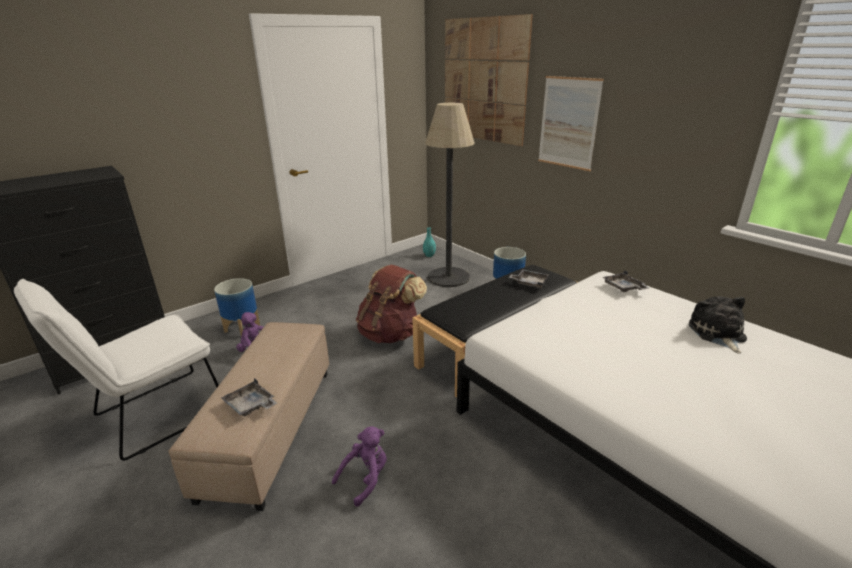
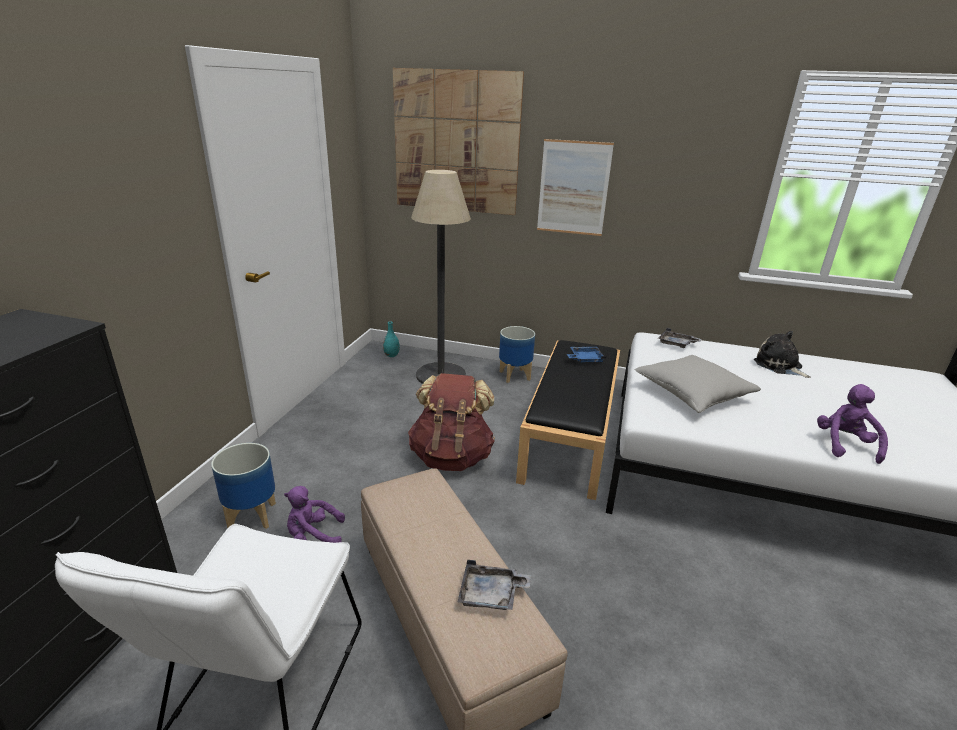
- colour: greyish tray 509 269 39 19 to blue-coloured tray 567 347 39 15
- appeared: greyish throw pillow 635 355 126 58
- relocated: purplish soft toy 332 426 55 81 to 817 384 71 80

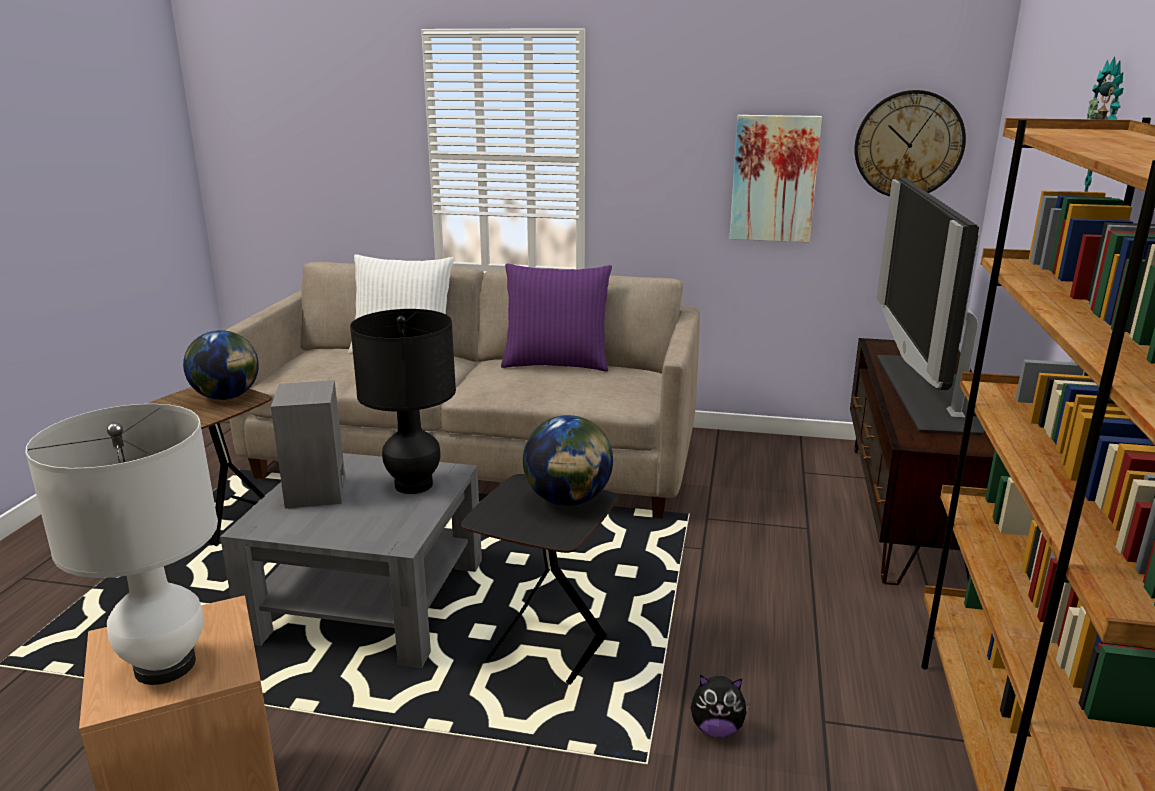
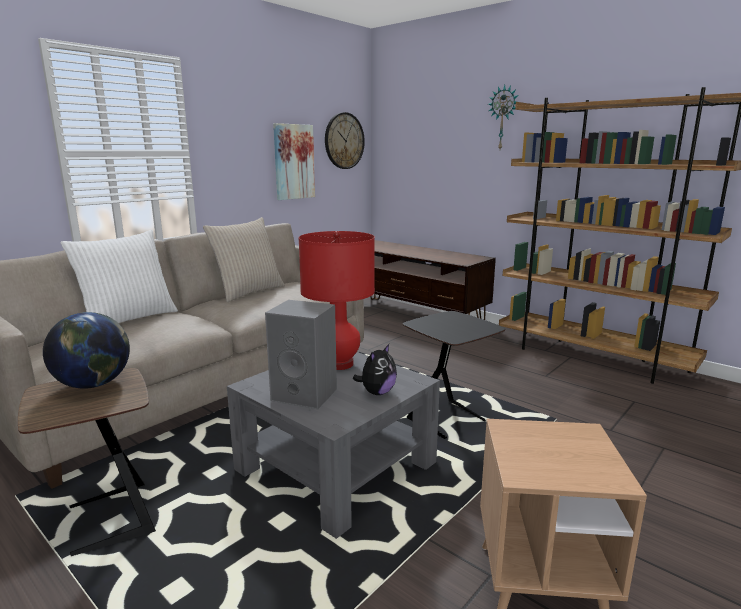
- colour: purplish throw pillow 501 264 111 108 to beige-coloured throw pillow 203 217 82 85
- colour: black tabletop lamp 350 309 106 185 to reddish tabletop lamp 299 231 76 139
- relocated: soft toy 691 675 59 62 to 353 344 44 51
- missing: white tabletop lamp 25 404 193 281
- missing: world globe 523 415 90 91
- missing: TV 877 178 108 257

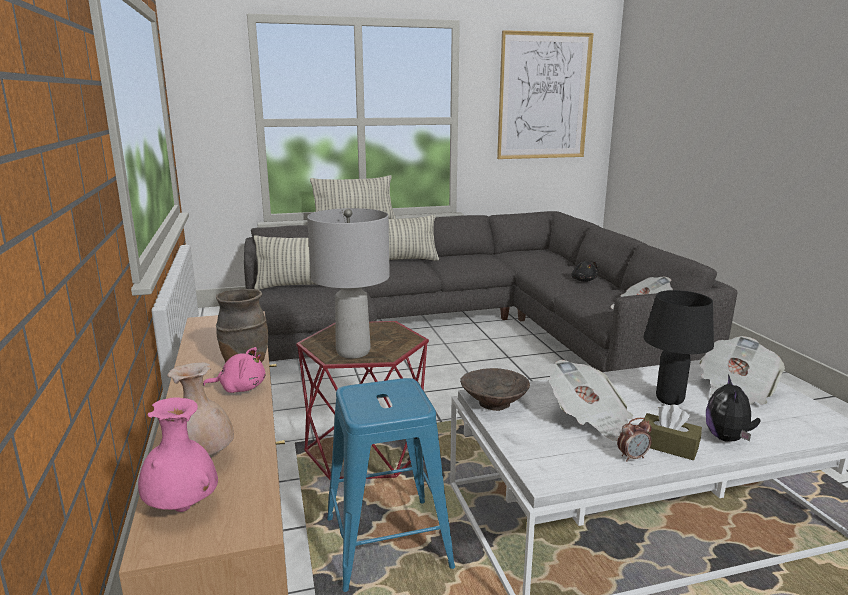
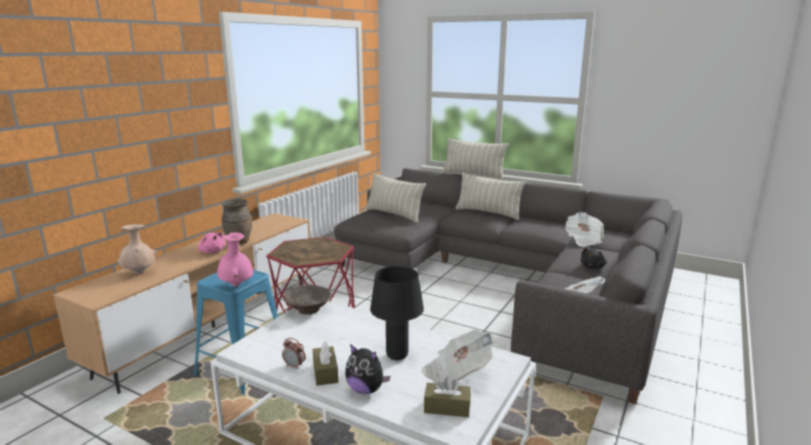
- relocated: pink-coloured vase 138 397 80 115 to 217 232 36 54
- spun: soft toy 706 375 55 67 = 345 344 45 50 120 degrees counterclockwise
- appeared: brown box of tissues 424 376 47 41
- relocated: printed paper 549 360 84 81 to 564 212 40 35
- missing: greyish tabletop lamp 307 208 83 150
- missing: picture 497 30 97 129

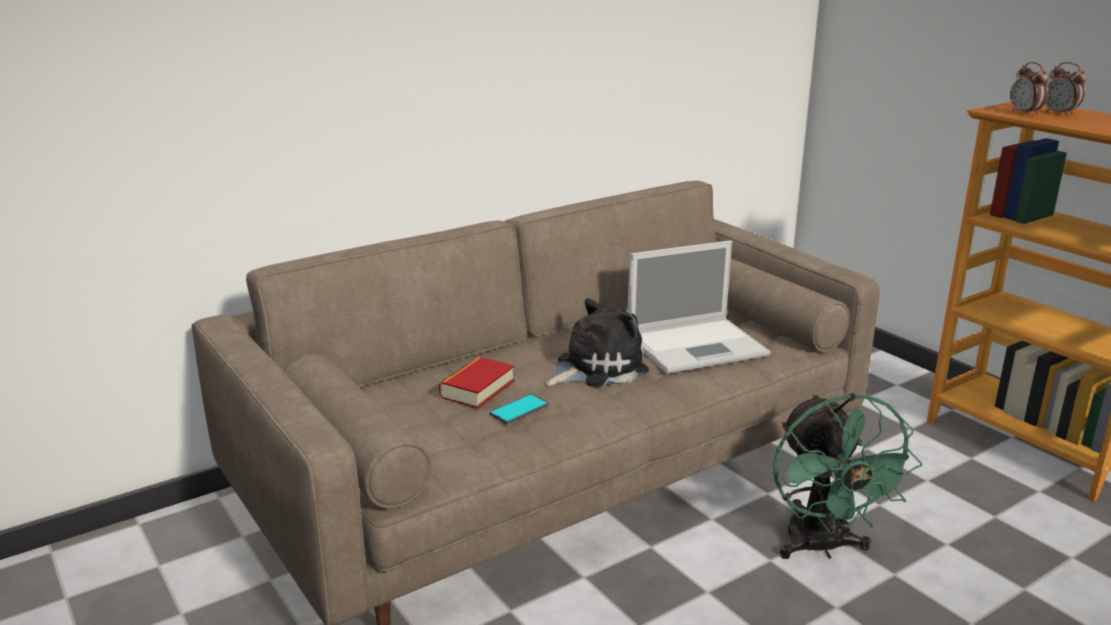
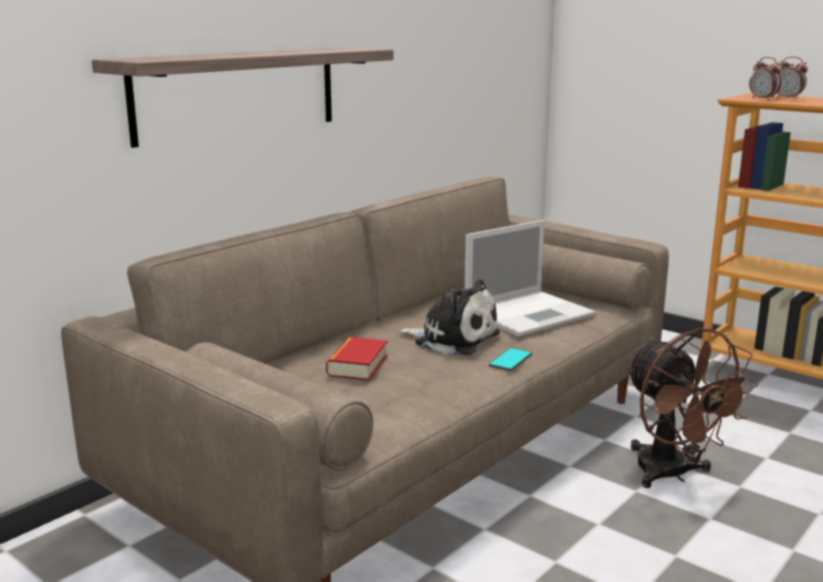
- appeared: bracket shelf 92 48 302 100
- spun: soft toy 546 298 103 89 = 399 279 101 76 75 degrees clockwise
- relocated: telephone 490 394 59 30 to 489 348 43 23
- colour: green-coloured cooling fan 773 393 149 166 to brown cooling fan 626 328 132 160

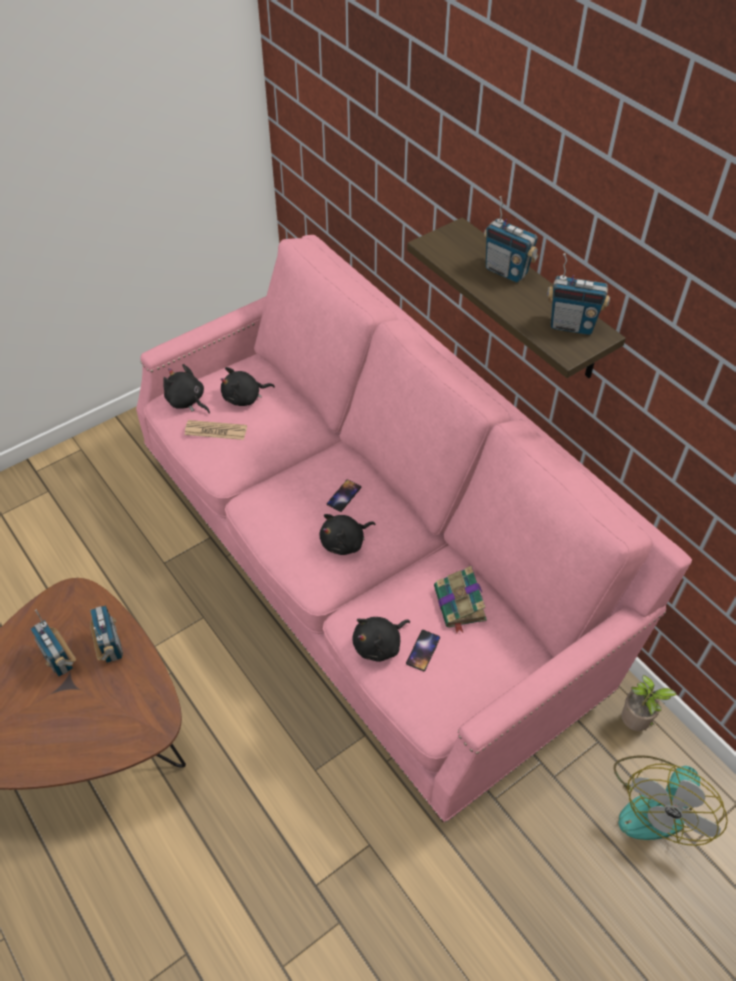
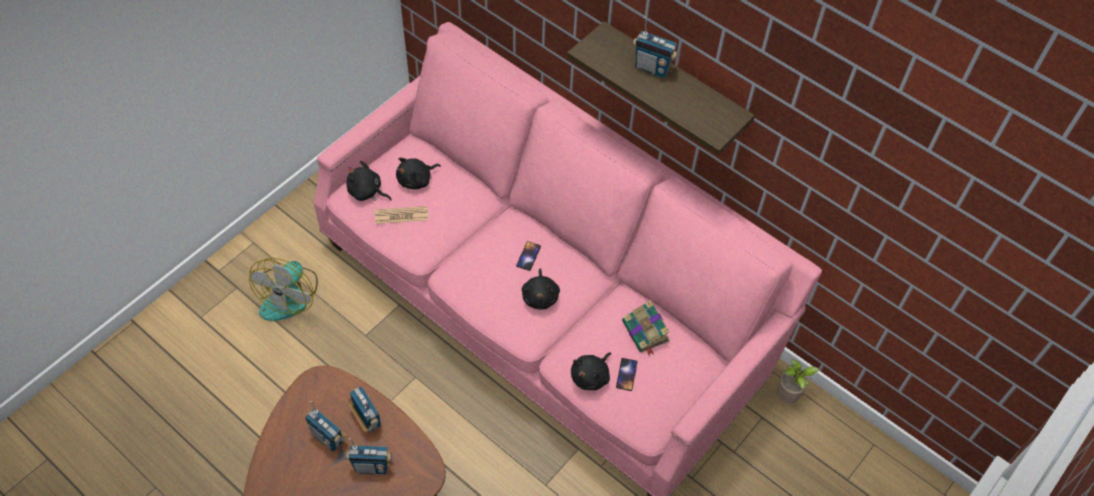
- relocated: cooling fan 614 755 114 91 to 249 258 69 63
- relocated: radio set 547 253 63 82 to 346 438 46 37
- spun: black soft toy 319 514 56 41 = 522 268 38 42 45 degrees counterclockwise

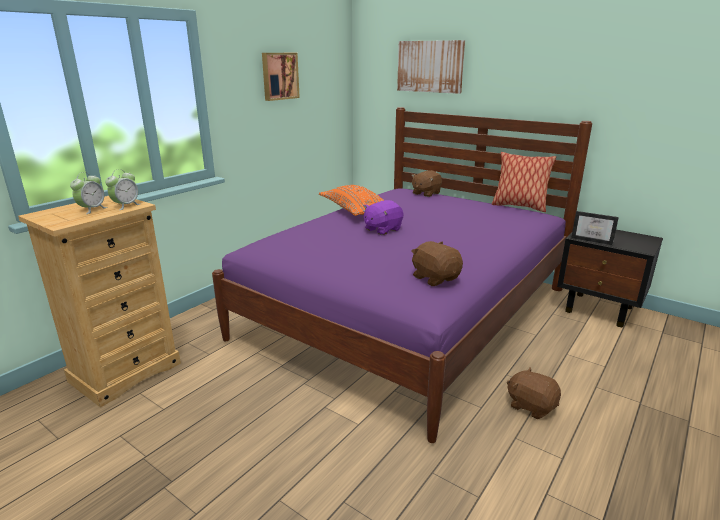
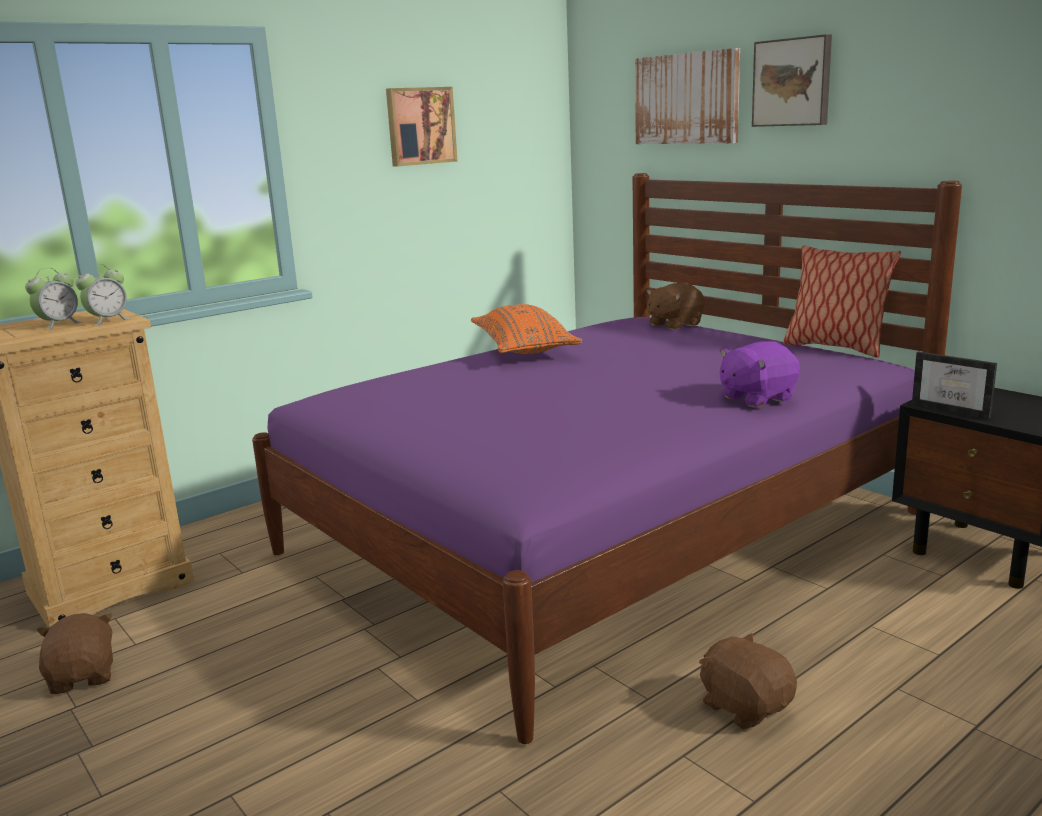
- relocated: brown soft toy 411 241 52 45 to 37 613 76 81
- relocated: purplish soft toy 364 200 40 35 to 720 341 80 66
- appeared: picture 752 34 80 93

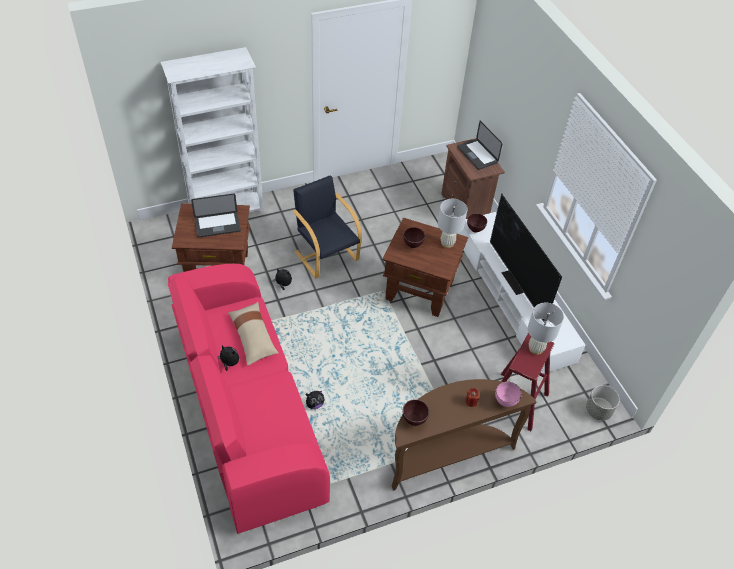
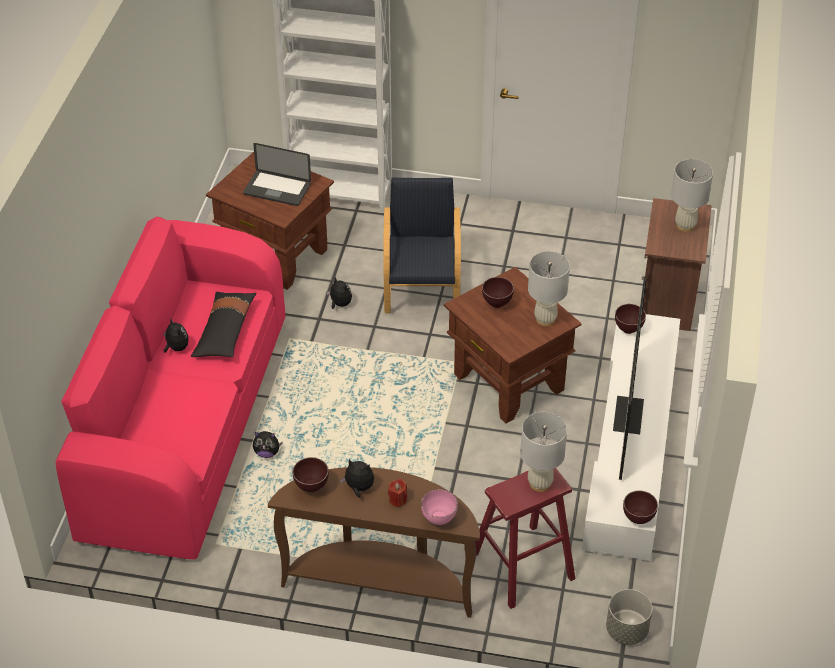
- colour: beige-coloured throw pillow 228 302 50 64 to black throw pillow 191 292 65 65
- appeared: soft toy 340 459 34 39
- appeared: brown serving bowl 623 491 35 33
- exchanged: portable computer 457 121 45 49 to white tabletop lamp 671 159 42 73

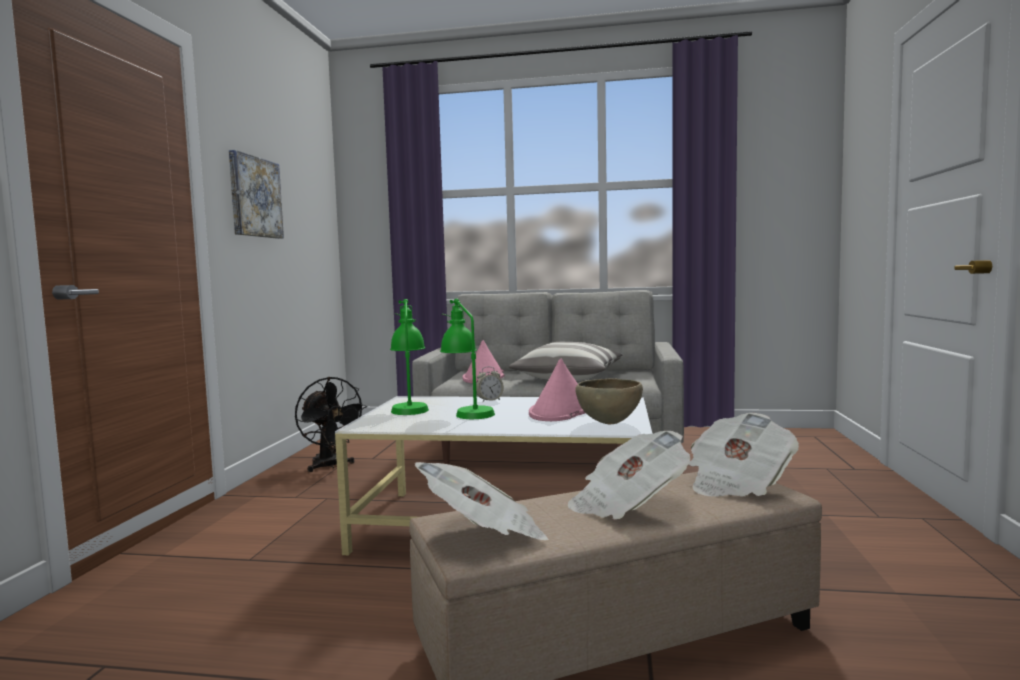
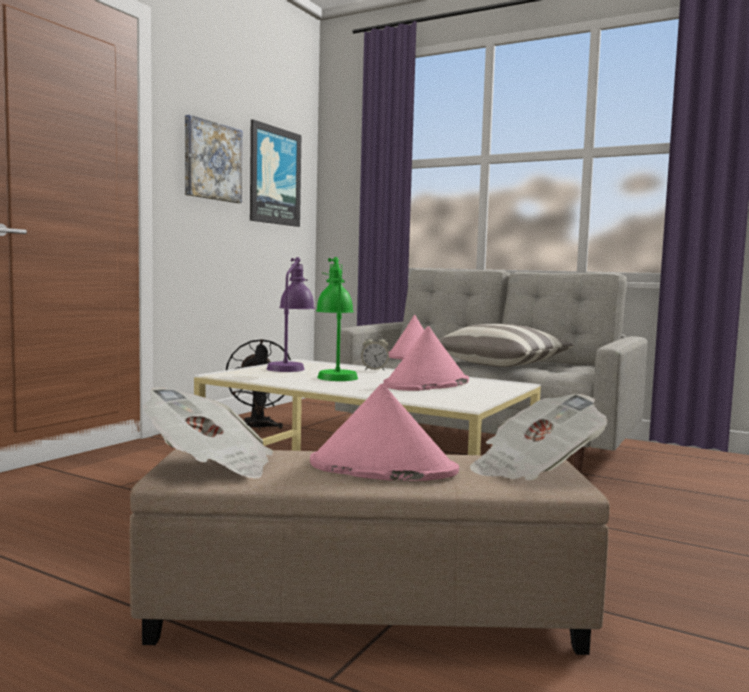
- appeared: picture 250 119 51 108
- colour: green-coloured tabletop lamp 390 299 39 116 to purplish tabletop lamp 267 257 48 115
- exchanged: printed paper 567 431 123 88 to pink-coloured hat 310 384 149 97
- missing: brown serving bowl 575 378 68 46

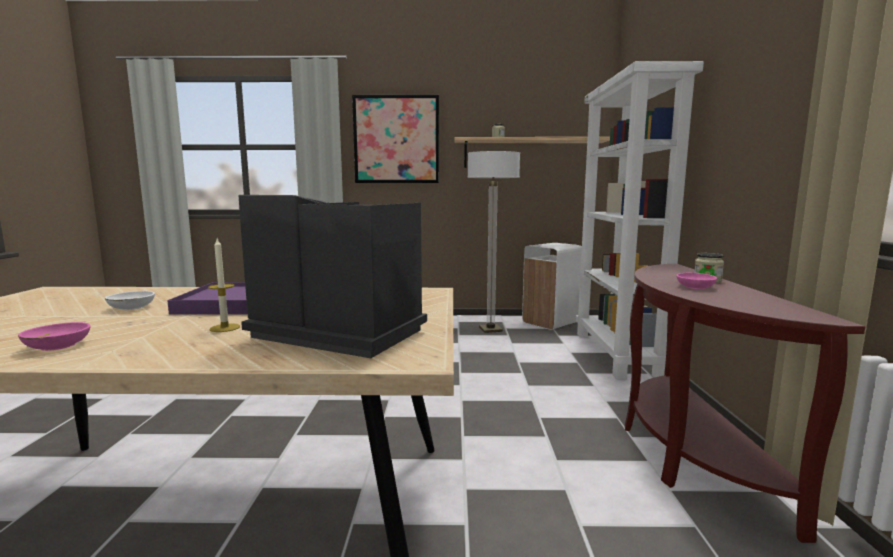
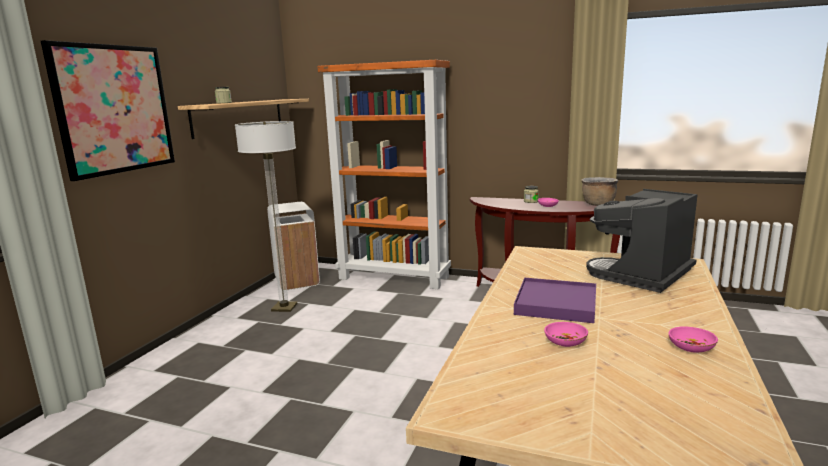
- colour: white bookcase 576 61 128 319 to orange-coloured bookcase 317 60 134 229
- colour: white serving bowl 105 291 50 19 to pink-coloured serving bowl 544 322 44 25
- appeared: brown stockpot 582 177 36 29
- missing: wax light 208 239 32 93

